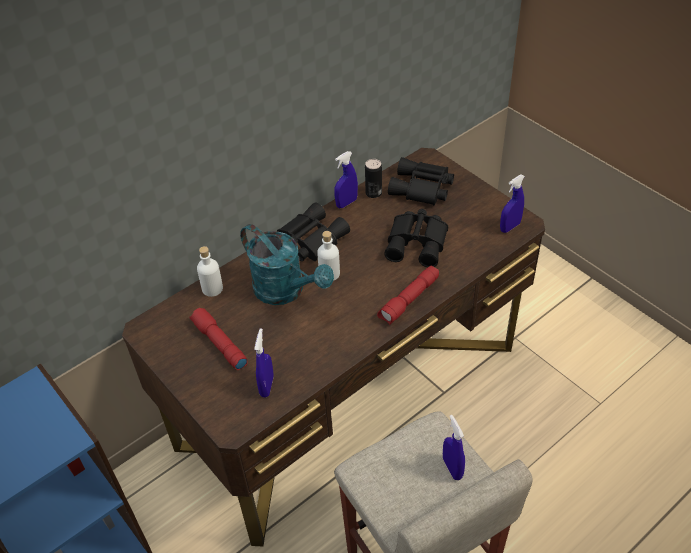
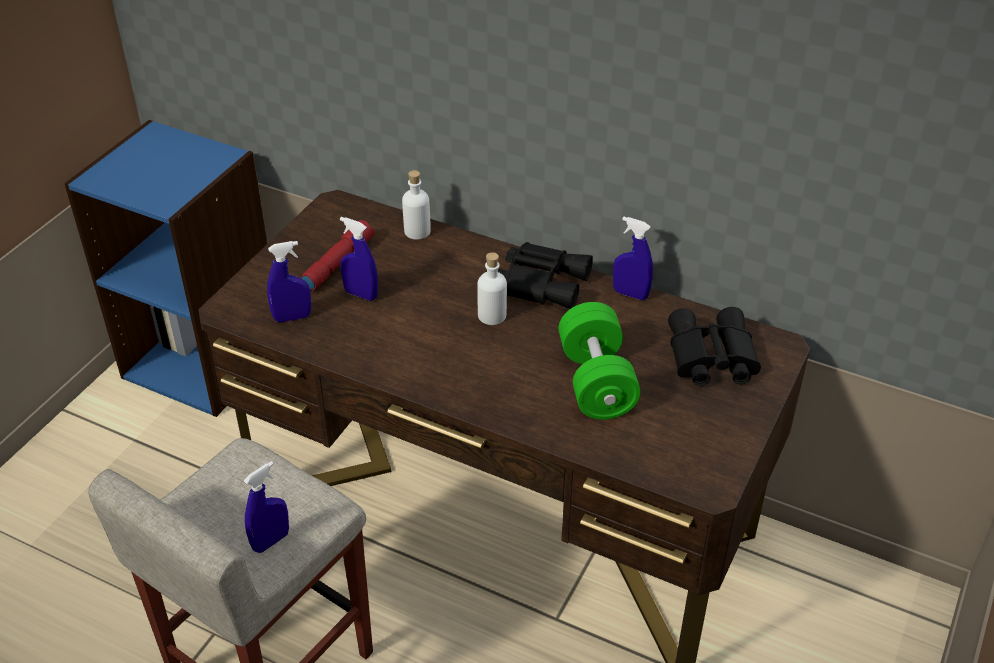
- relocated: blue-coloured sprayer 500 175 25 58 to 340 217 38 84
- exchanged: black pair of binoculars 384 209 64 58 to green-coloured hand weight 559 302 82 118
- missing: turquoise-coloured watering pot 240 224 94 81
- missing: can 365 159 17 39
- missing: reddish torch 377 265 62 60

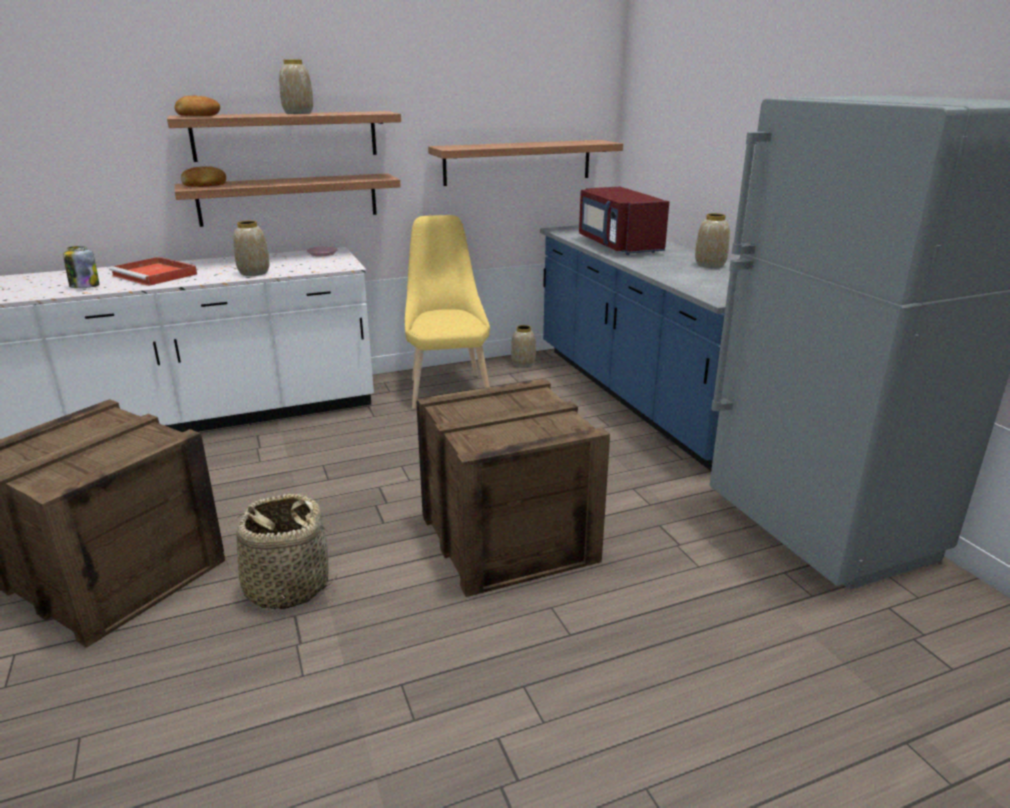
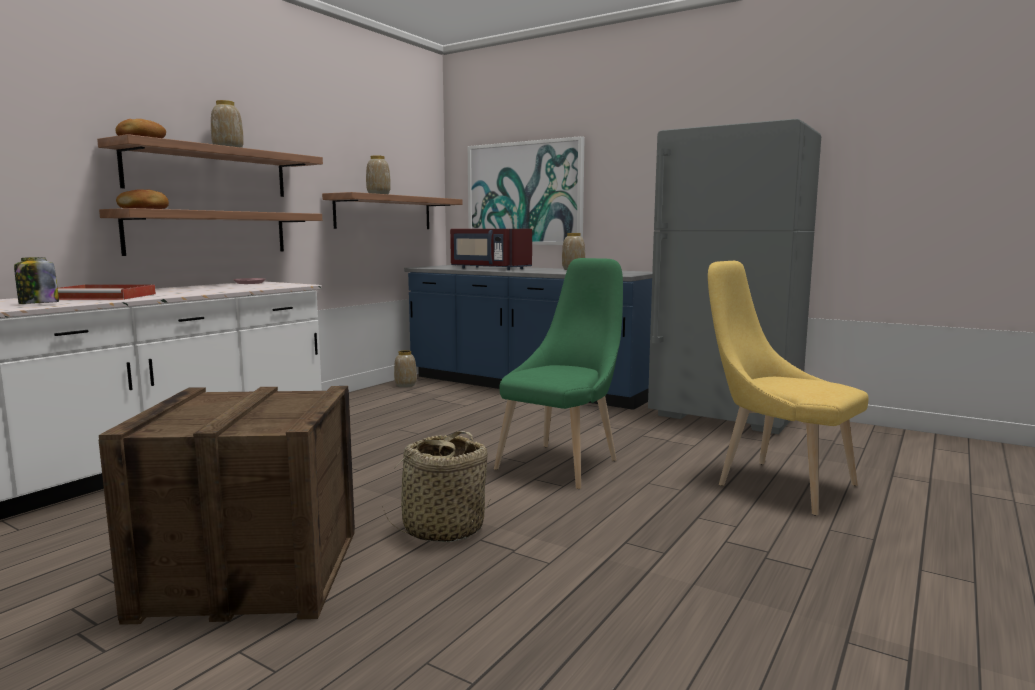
- relocated: vase 233 221 37 55 to 366 155 25 39
- appeared: picture 468 136 117 109
- exchanged: shipping crate 416 379 194 218 to green-coloured chair 494 258 129 231
- relocated: yellow chair 405 215 85 194 to 708 261 160 255

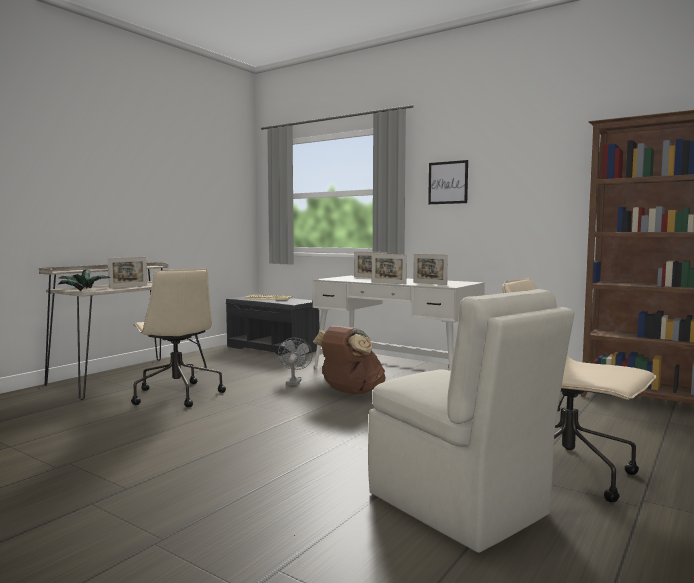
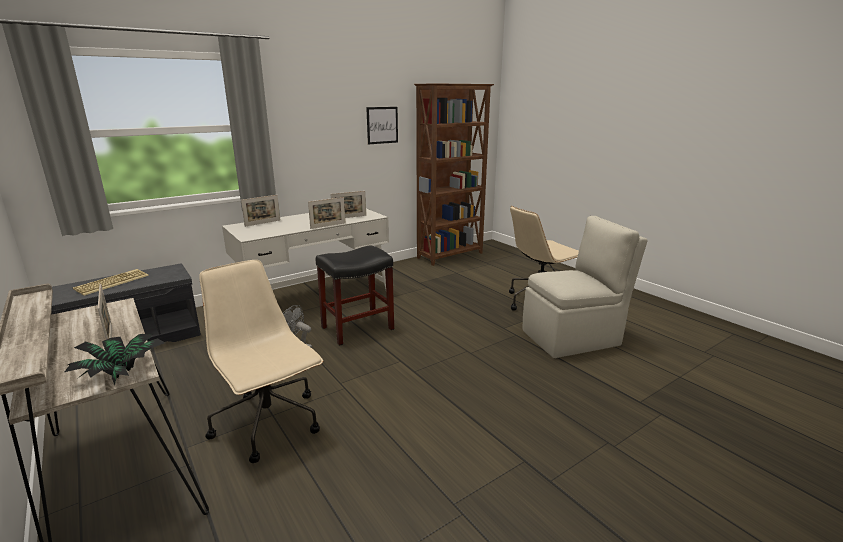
- spun: beige-coloured office chair 131 269 95 138 = 199 260 124 203 120 degrees counterclockwise
- exchanged: brown knapsack 313 325 73 69 to black sitting stool 316 245 78 101
- relocated: picture 428 160 40 44 to 366 107 32 37

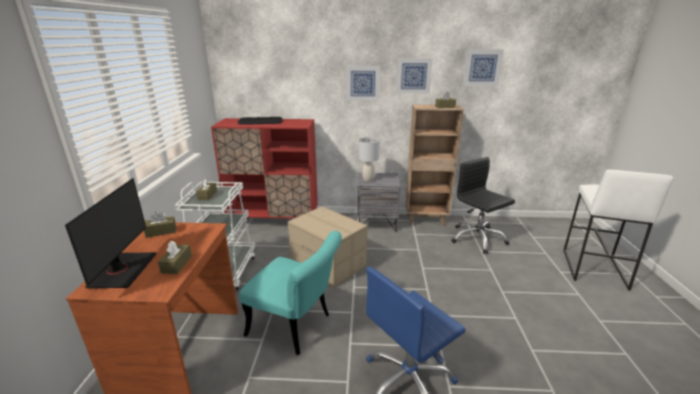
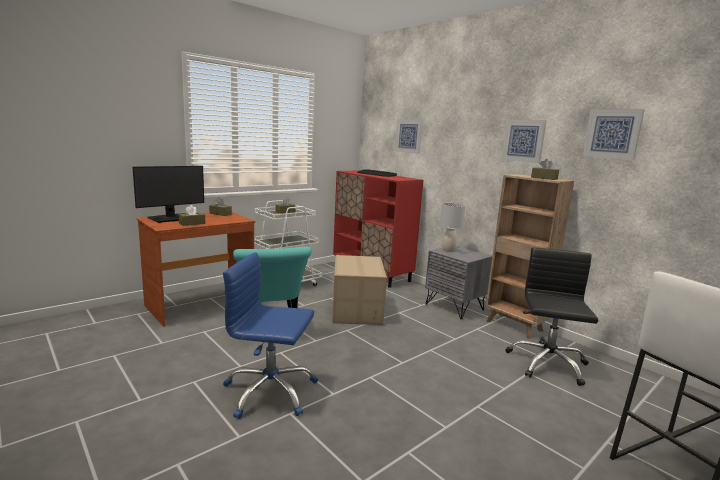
- relocated: picture 346 66 34 35 to 395 119 28 35

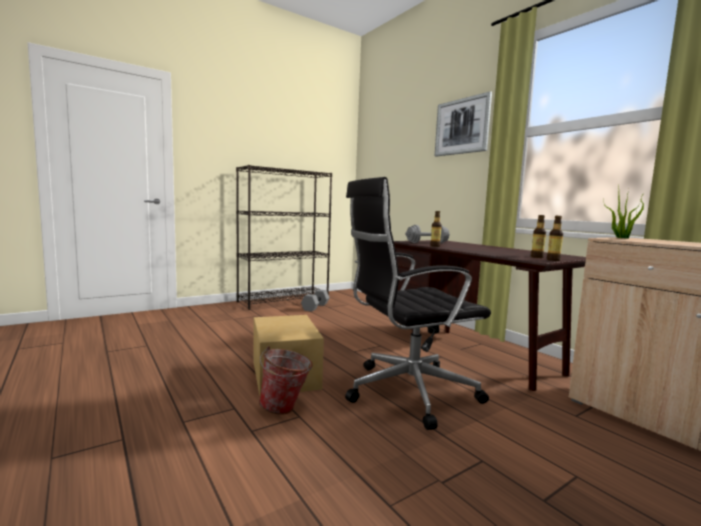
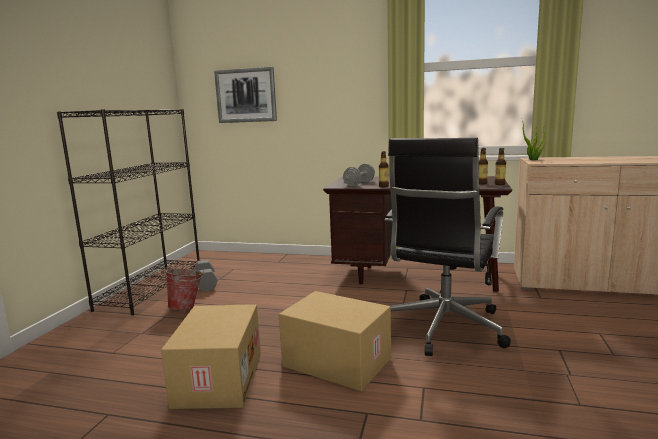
- appeared: cardboard box 161 304 100 105
- relocated: water bucket 259 346 54 69 to 164 269 40 41
- relocated: picture 435 91 57 66 to 214 67 63 56

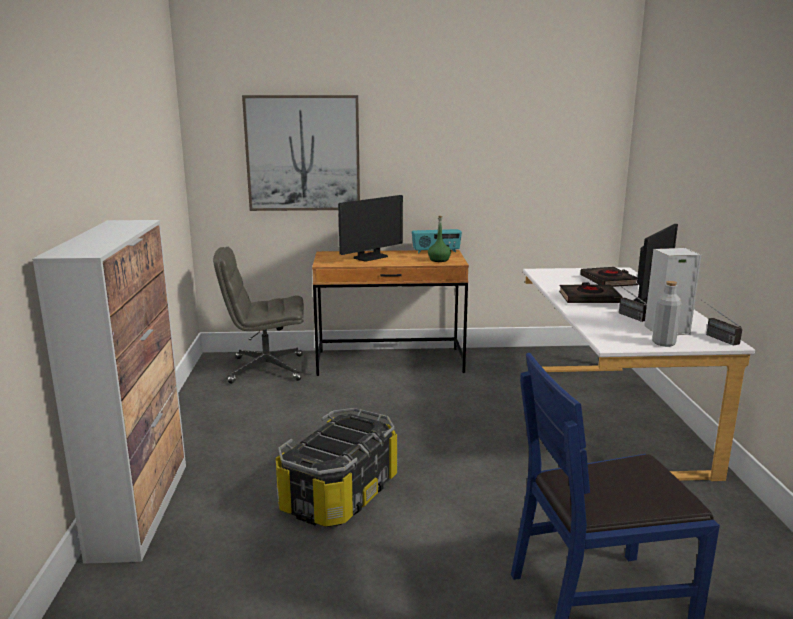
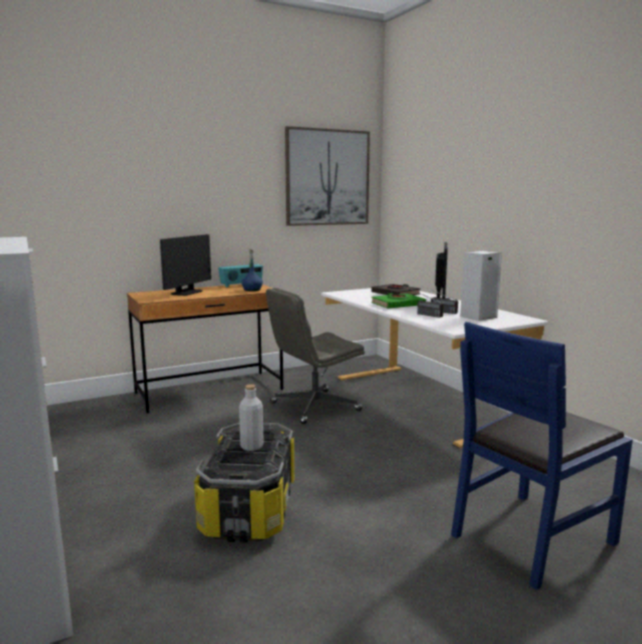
- relocated: greyish drink bottle 652 281 29 66 to 239 384 25 67
- colour: green-coloured drink bottle 428 216 23 46 to blue-coloured drink bottle 241 249 22 42
- relocated: greyish office chair 213 247 91 137 to 266 288 99 136
- relocated: picture 242 95 118 116 to 285 126 85 100
- colour: black bound book 559 282 63 21 to green-coloured bound book 371 293 55 15
- relocated: radio set 703 301 39 45 to 410 289 34 29

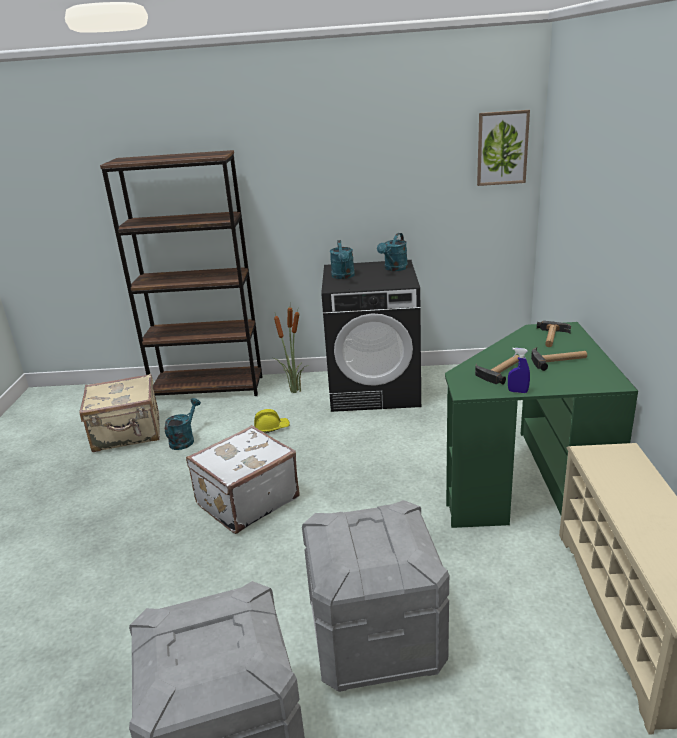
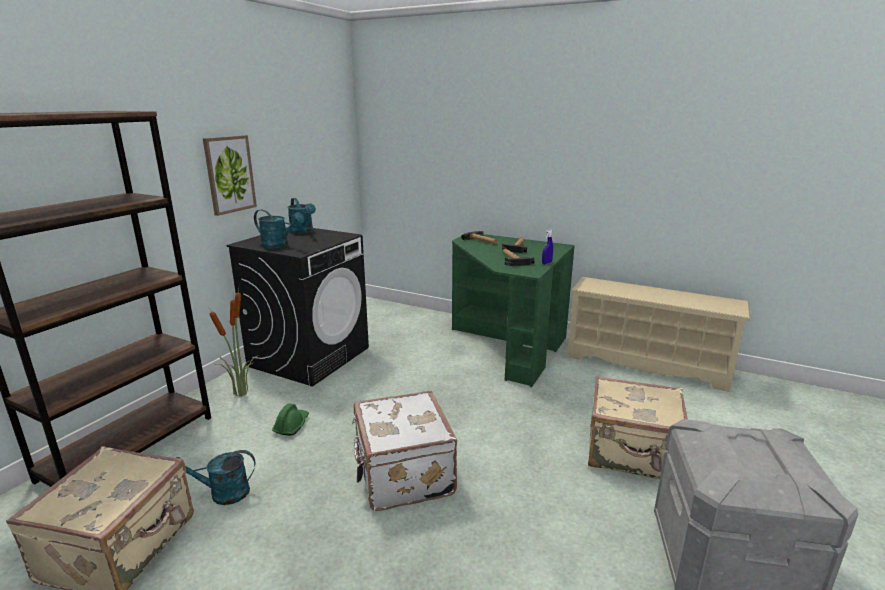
- spun: turquoise-coloured watering pot 165 398 36 52 = 176 450 79 55 60 degrees counterclockwise
- relocated: picture 477 110 53 76 to 203 135 54 81
- colour: yellow hard hat 254 409 36 24 to green-coloured hard hat 272 403 37 33
- exchanged: greyish storage bin 302 500 147 192 to beige-coloured suitcase 588 376 100 103

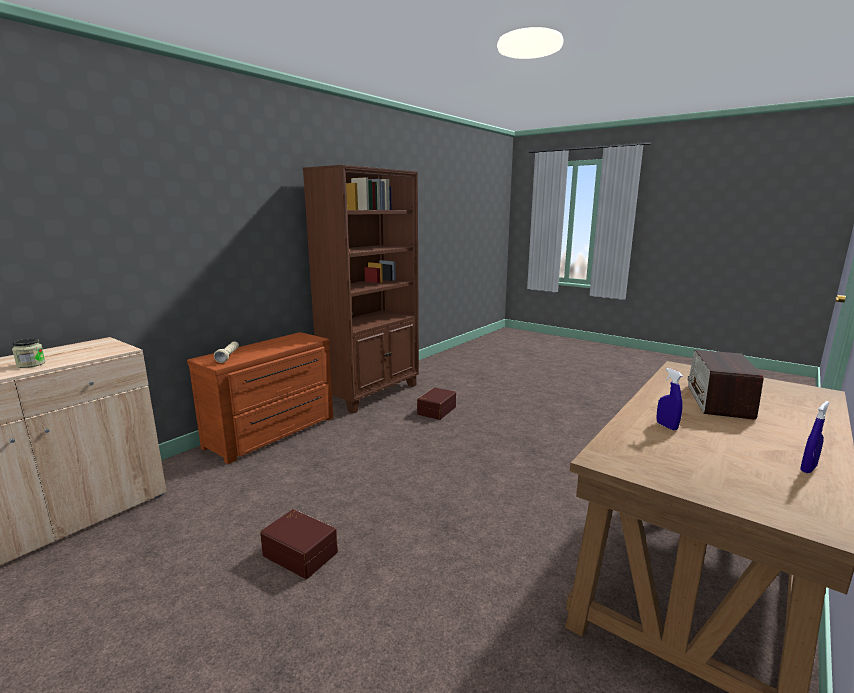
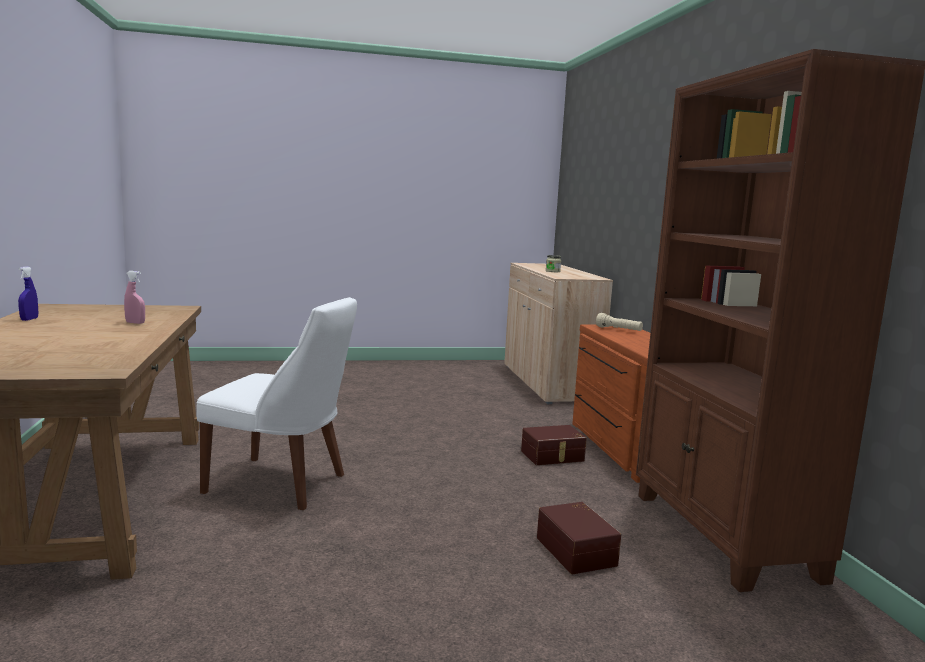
- colour: blue-coloured sprayer 656 368 27 62 to pink-coloured sprayer 124 271 21 53
- appeared: white chair 196 297 161 213
- relocated: brown storage bin 260 509 78 70 to 521 425 66 40
- missing: radio set 687 350 77 70

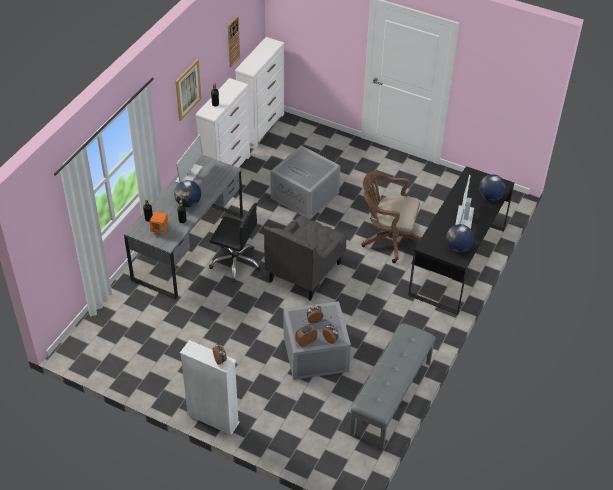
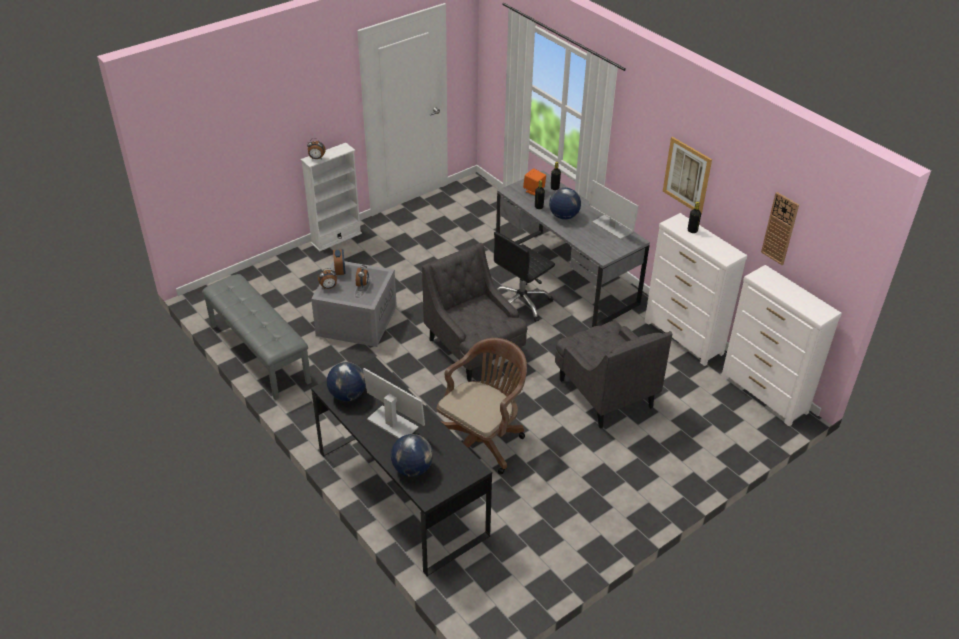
- exchanged: greyish storage bin 270 145 71 74 to greyish lounge chair 555 320 117 109

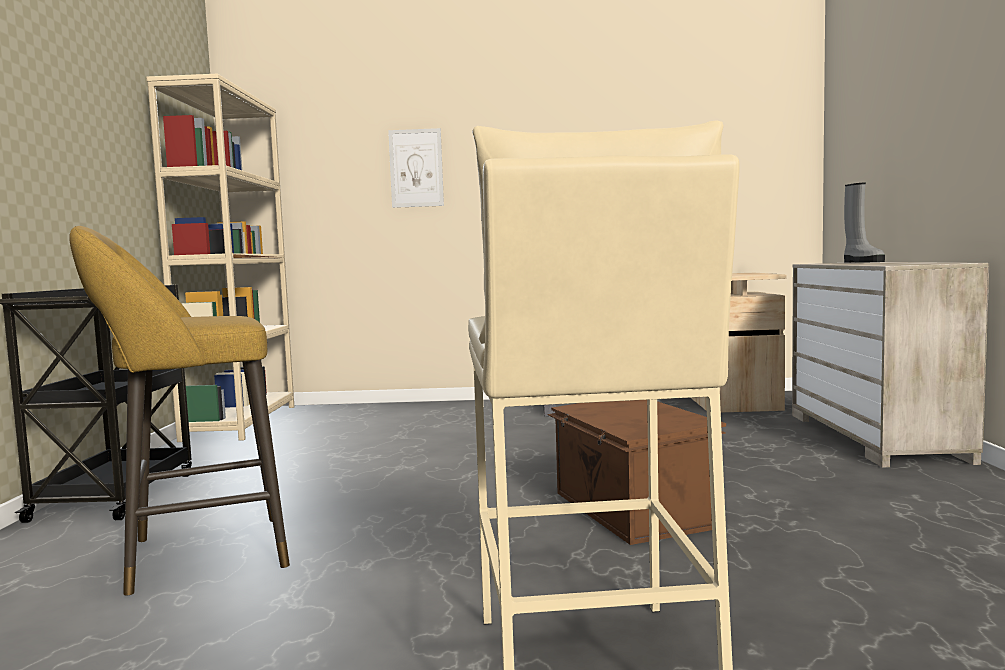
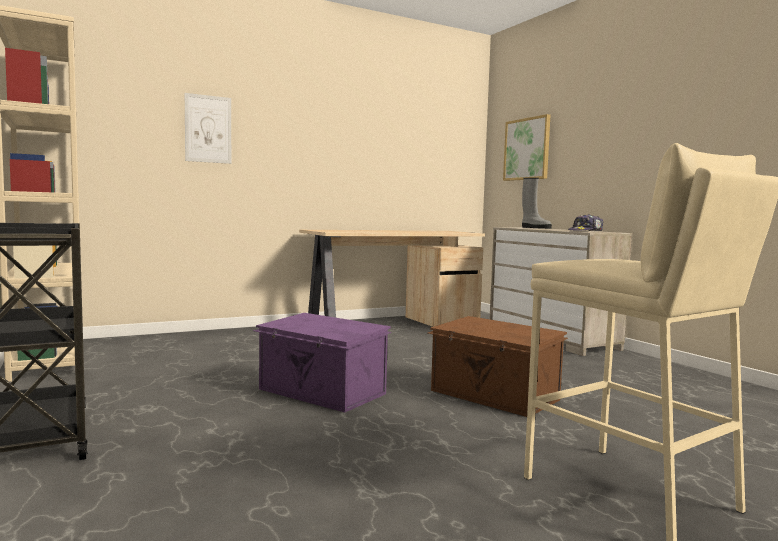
- appeared: purplish storage bin 253 313 139 100
- appeared: picture 503 114 47 67
- appeared: peaked cap 568 214 35 17
- missing: yellow sitting stool 70 226 220 369

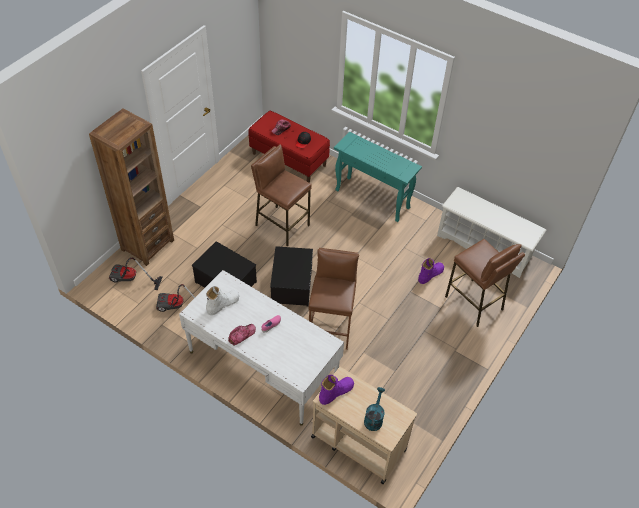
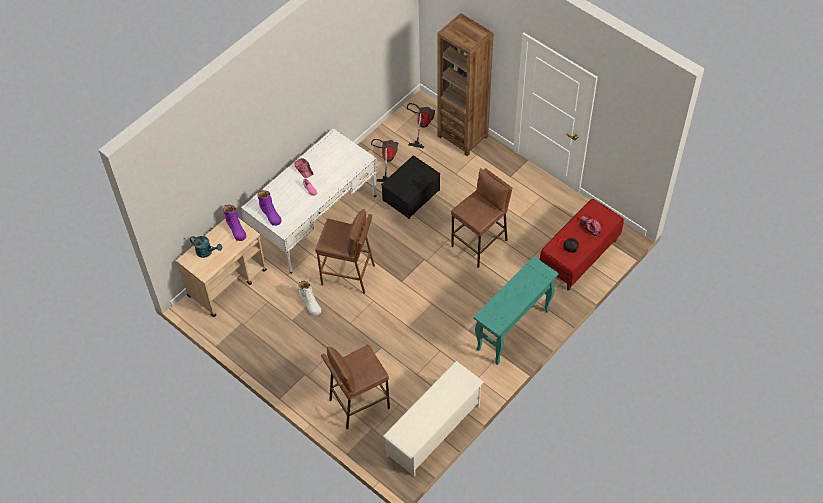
- relocated: purplish tall boot 418 258 26 26 to 257 190 25 36
- relocated: white tall boot 206 286 33 29 to 298 281 23 35
- missing: storage bin 270 246 43 60

